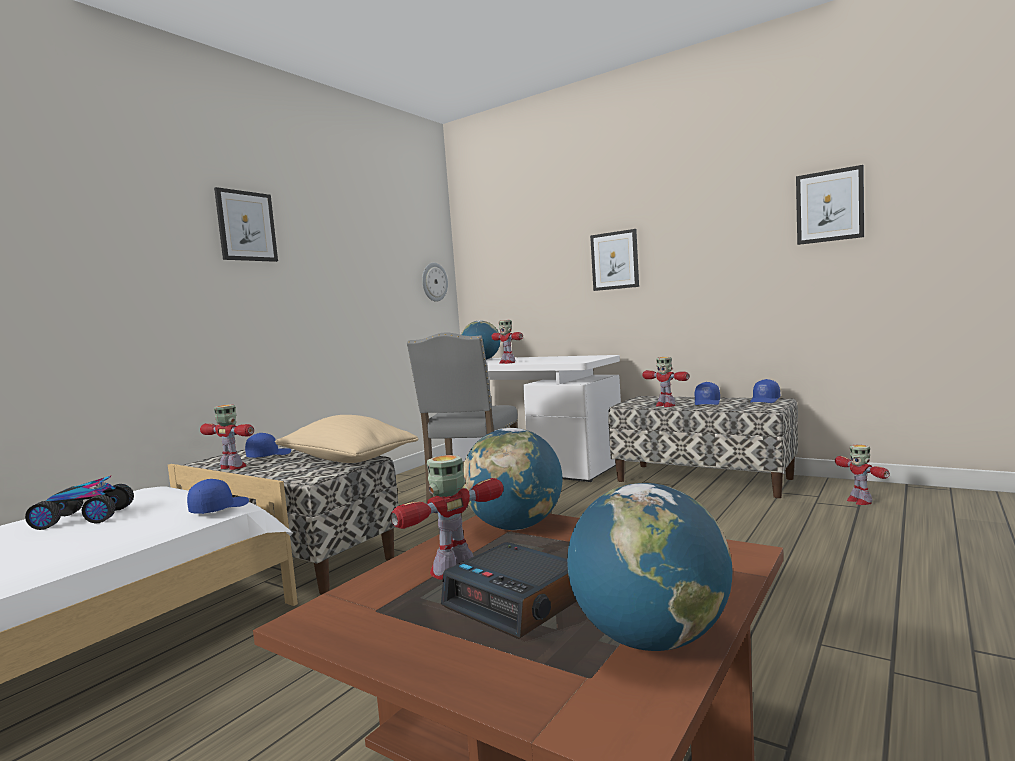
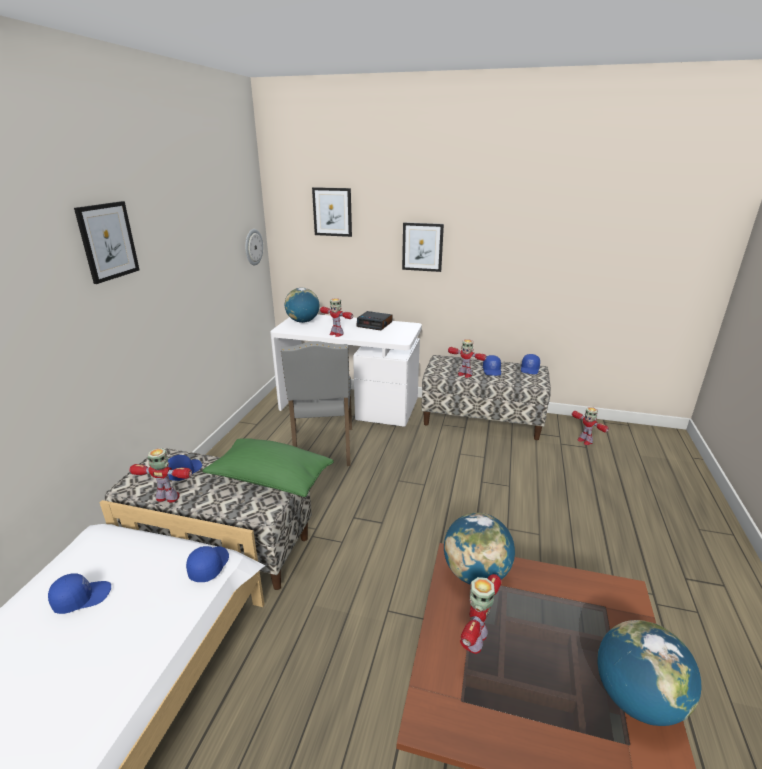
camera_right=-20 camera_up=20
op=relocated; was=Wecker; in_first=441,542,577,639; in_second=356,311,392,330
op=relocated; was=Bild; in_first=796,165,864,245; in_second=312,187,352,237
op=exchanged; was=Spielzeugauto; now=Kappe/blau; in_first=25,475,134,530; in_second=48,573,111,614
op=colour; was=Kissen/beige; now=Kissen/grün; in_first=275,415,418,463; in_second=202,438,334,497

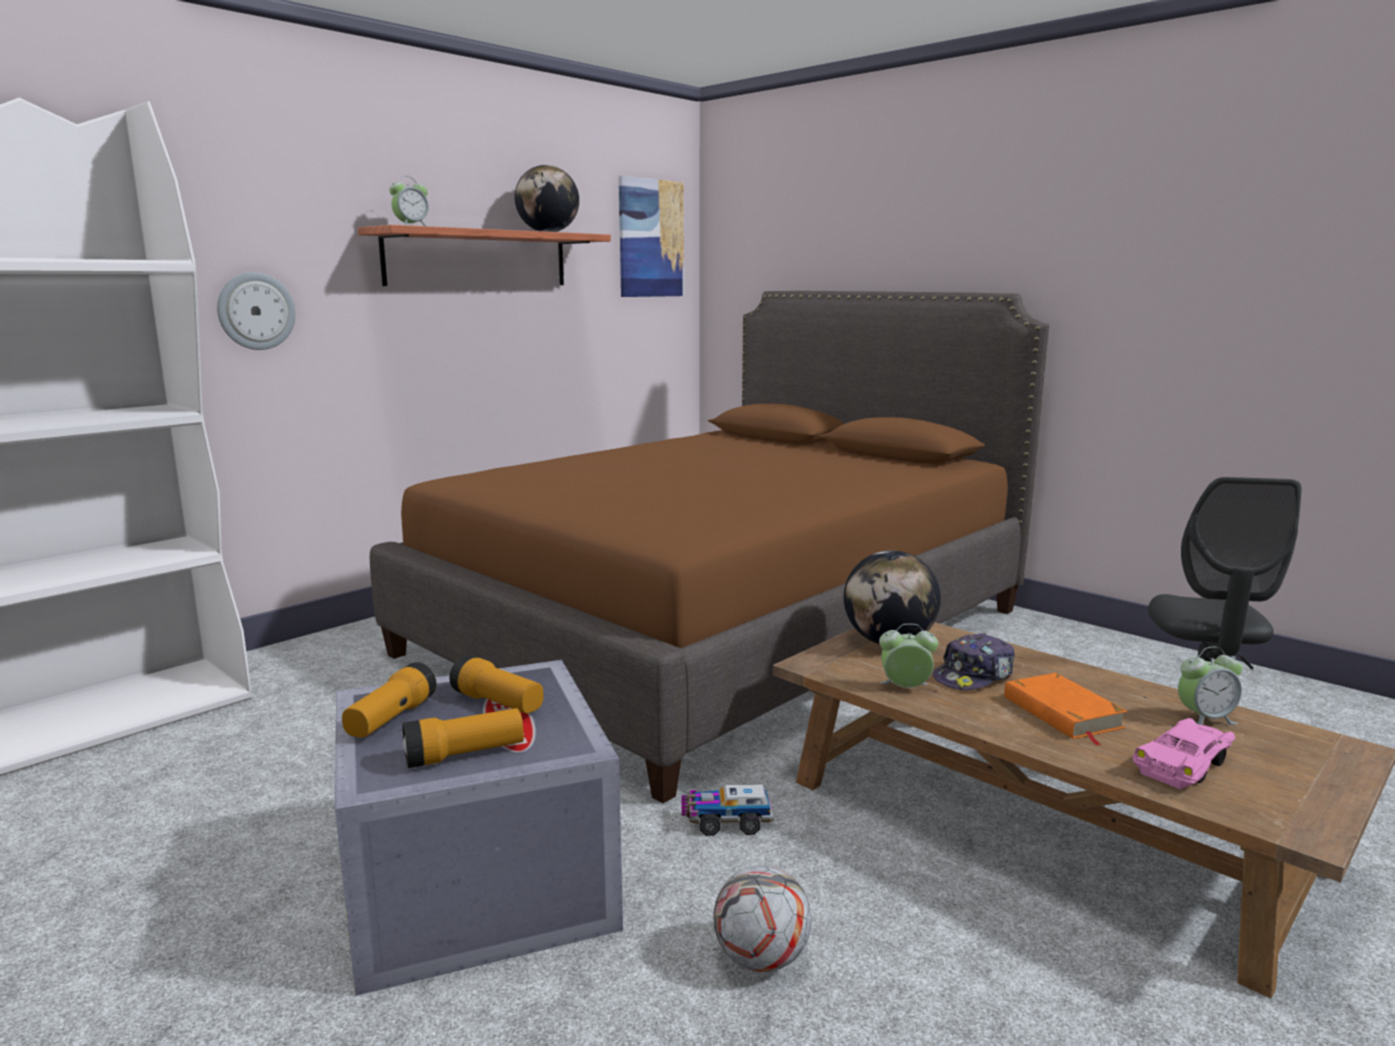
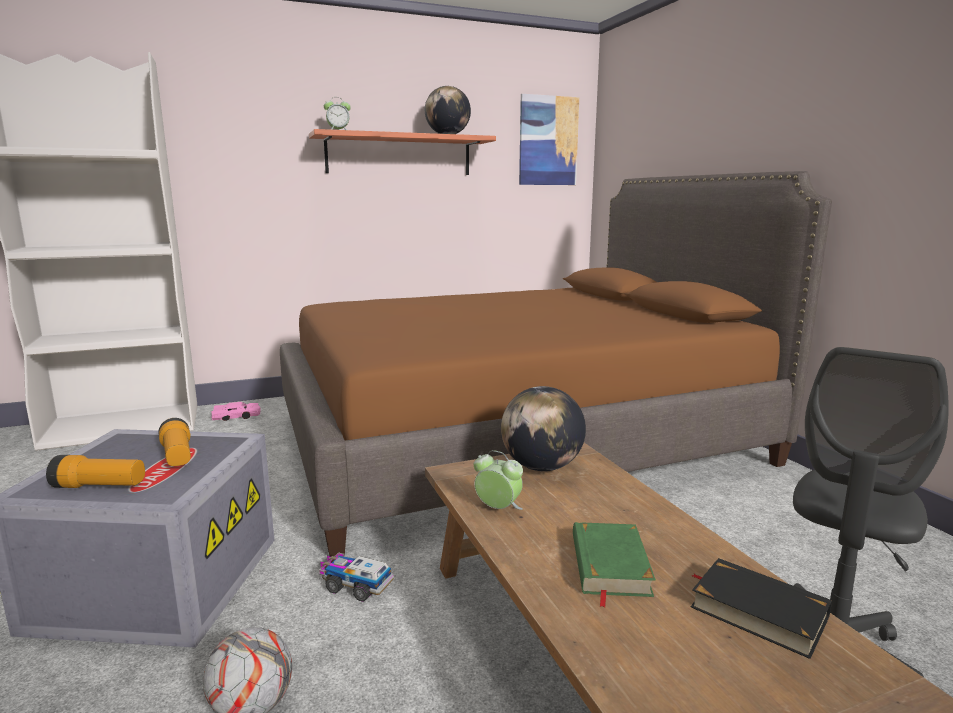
camera_right=25 camera_up=0
op=missing; was=Wanduhr; in_first=217,272,296,350
op=missing; was=Taschenlampe; in_first=342,662,437,738
op=missing; was=Kappe; in_first=933,633,1015,690
op=relocated; was=Spielzeugauto/rosa; in_first=1132,718,1235,789; in_second=211,402,261,421
op=exchanged; was=Wecker; now=Buch/schwarz; in_first=1178,647,1242,725; in_second=691,558,832,659
op=colour; was=Buch/orange; now=Buch/grün; in_first=1004,673,1128,746; in_second=573,522,656,608

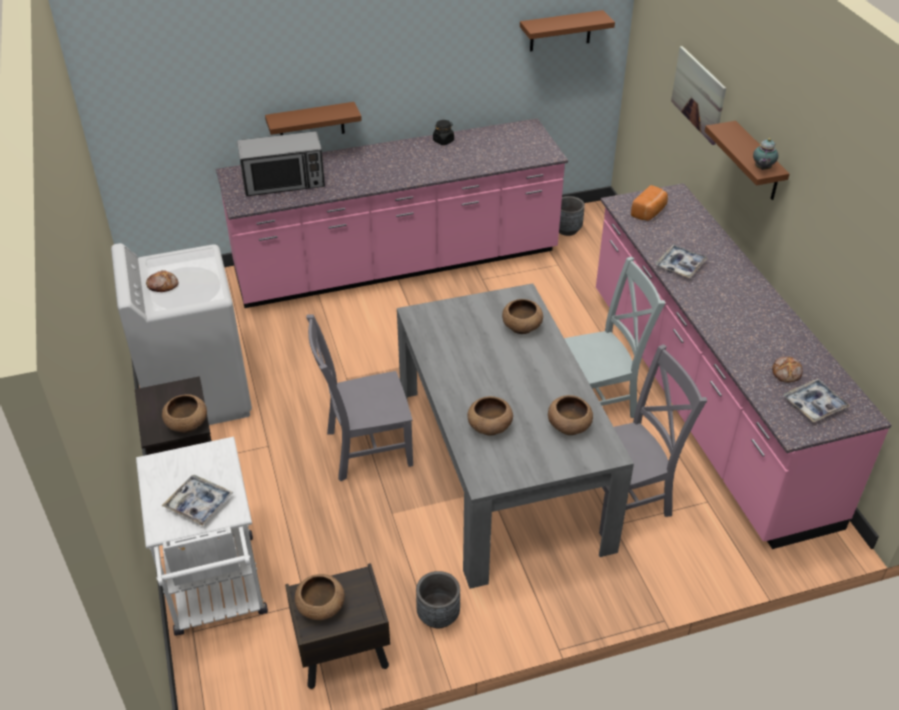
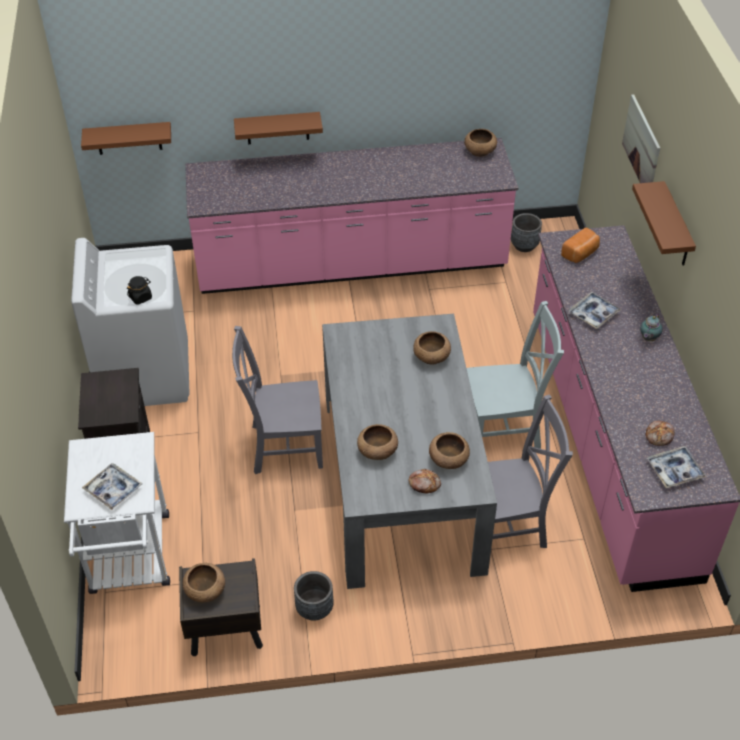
camera_right=10 camera_up=5
op=missing; was=Mikrowelle; in_first=237,131,325,196
op=relocated; was=Brot; in_first=146,270,178,292; in_second=409,469,441,494
op=relocated; was=Schüssel/braun; in_first=162,394,207,433; in_second=464,129,497,157
op=relocated; was=Vorratsglas/schwarz; in_first=433,120,454,145; in_second=127,276,152,305
op=relocated; was=Wandregal/braun; in_first=520,10,615,51; in_second=81,122,171,155
op=relocated; was=Teekanne; in_first=753,138,778,170; in_second=640,313,663,341

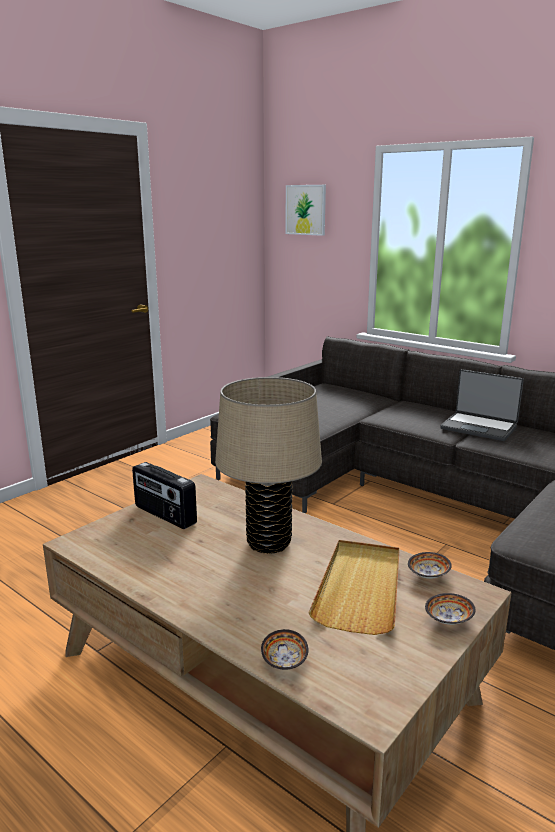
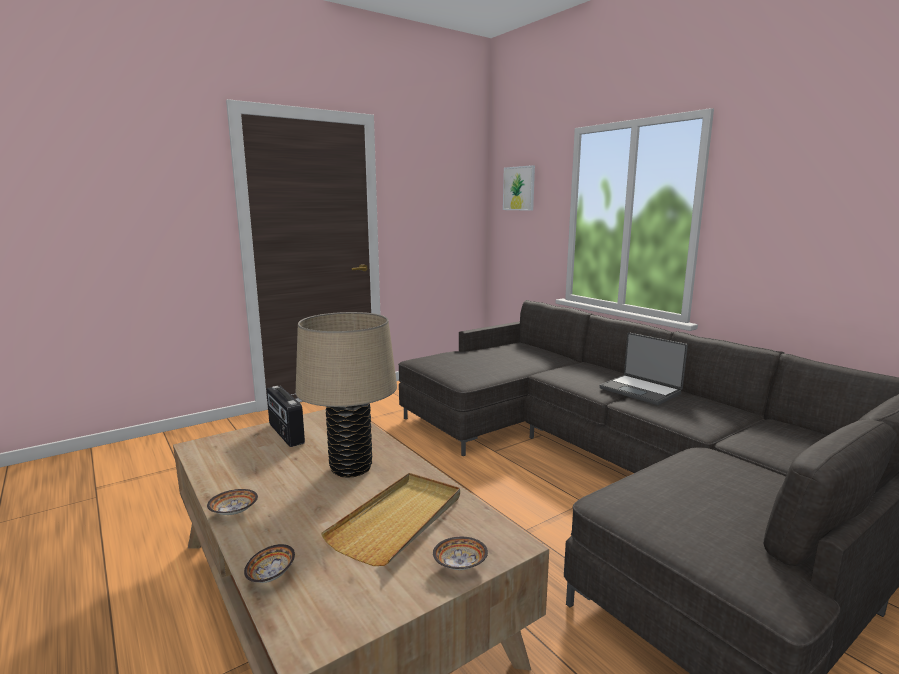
camera_right=15 camera_up=-5
op=relocated; was=Schüssel; in_first=408,552,452,579; in_second=207,489,258,515

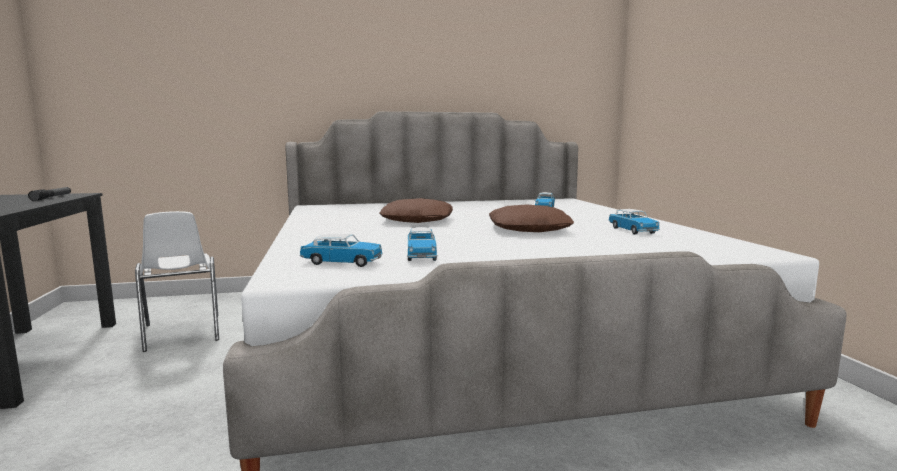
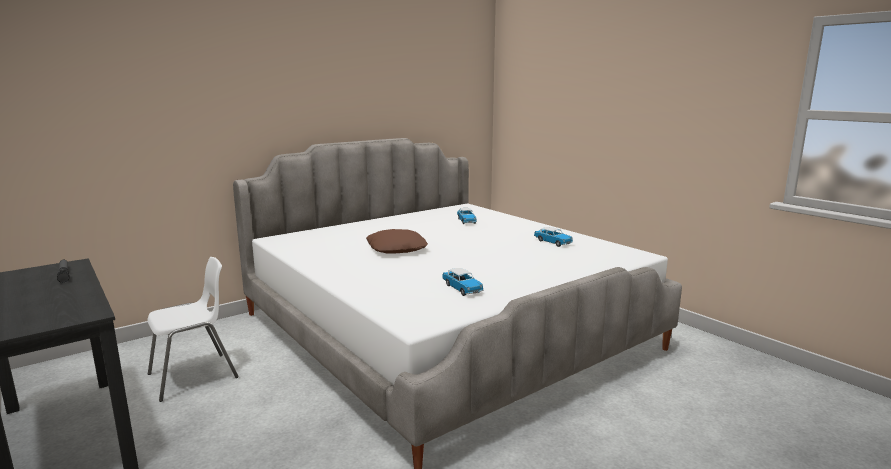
camera_right=-25 camera_up=5
op=missing; was=Spielzeugauto; in_first=300,234,383,267
op=missing; was=Kissen/braun; in_first=489,204,574,232
op=spun; was=Stuhl/weiß; in_first=135,211,219,352; in_second=147,257,239,402; clockwise=-75

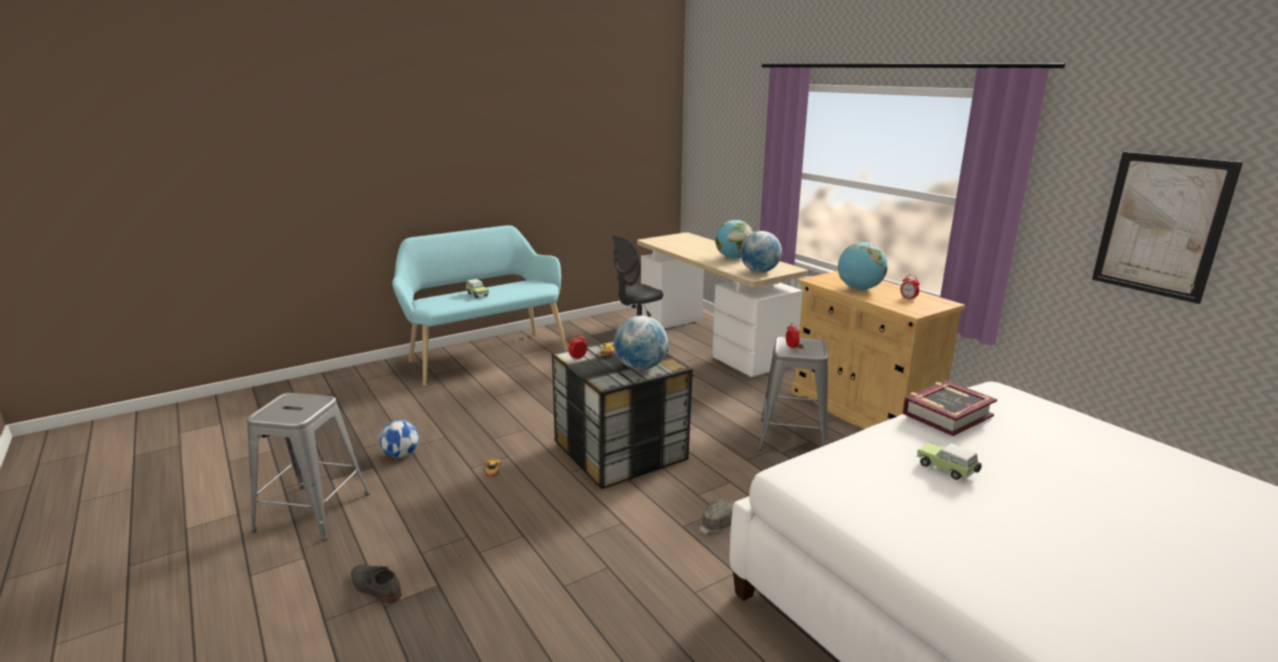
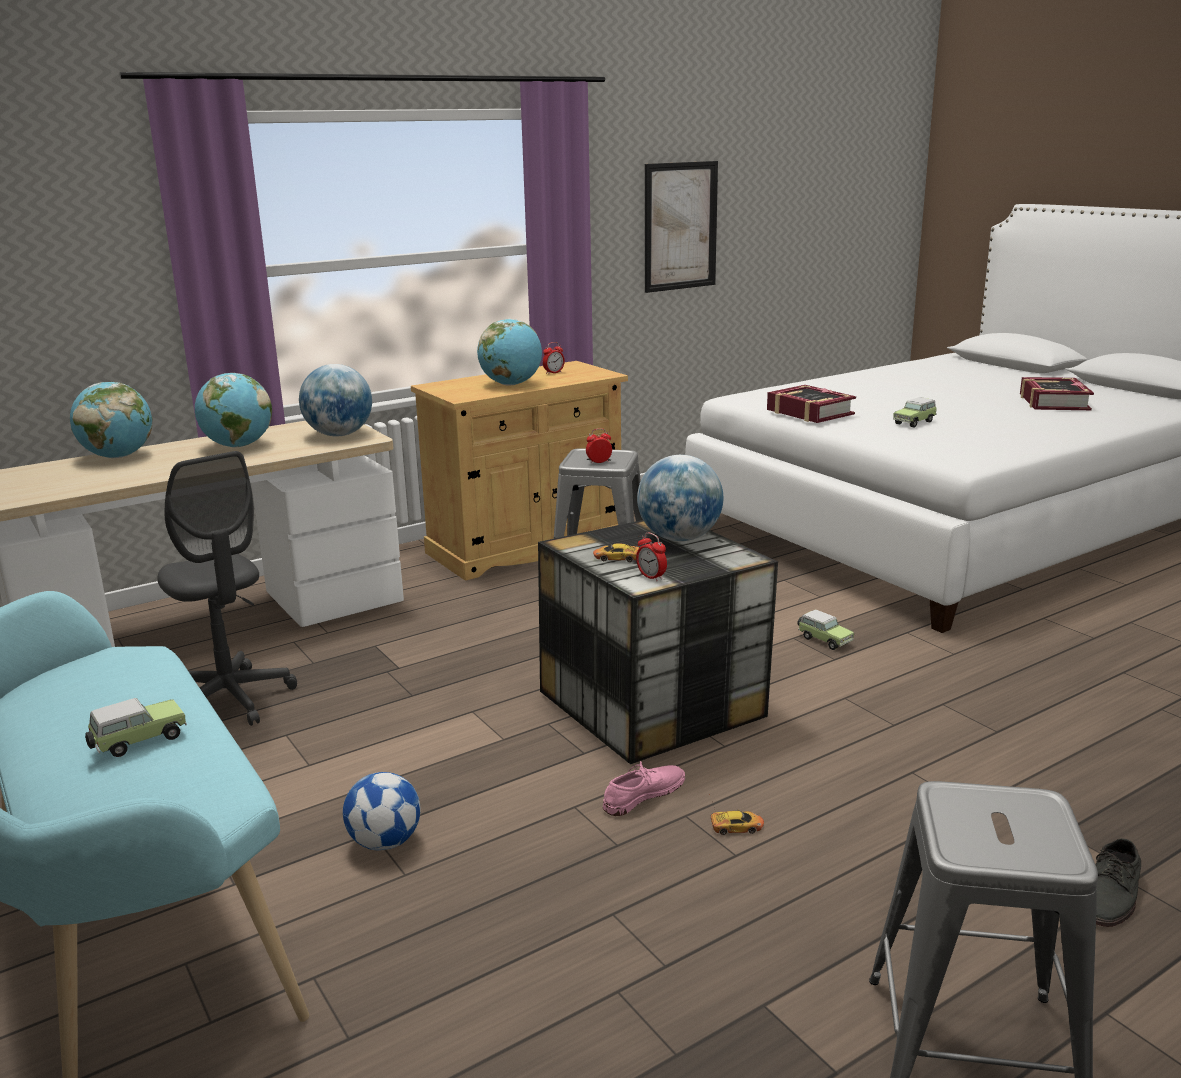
camera_right=-90 camera_up=0
op=appeared; now=Globus; in_second=70,382,153,458
op=appeared; now=Schuh/rosa; in_second=603,761,685,816
op=appeared; now=Buch; in_second=1020,377,1094,410
op=relocated; was=Fußball; in_first=379,420,419,458; in_second=343,772,421,850
op=exchanged; was=Kappe/grau; now=Spielzeugauto; in_first=697,499,733,536; in_second=797,610,854,650

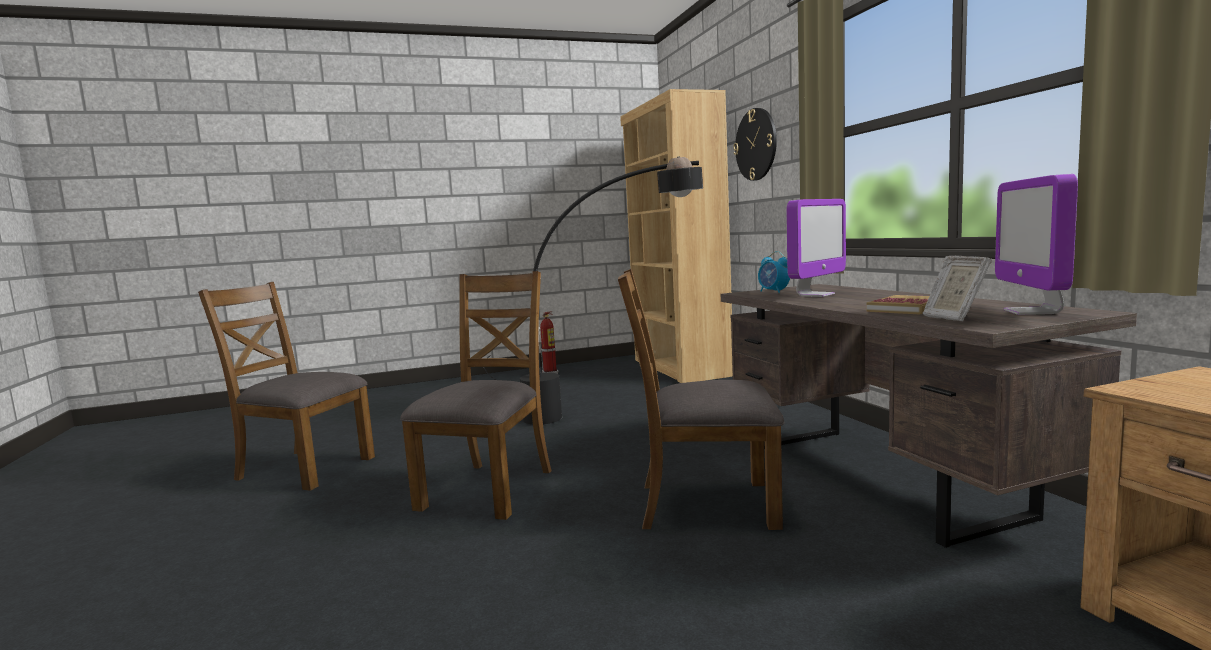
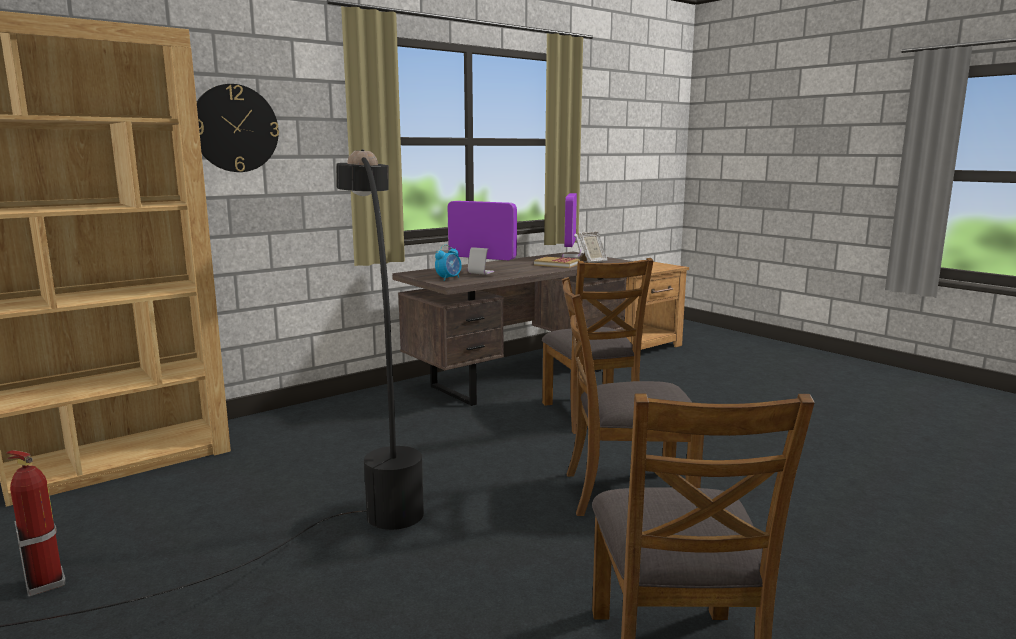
camera_right=-110 camera_up=5
op=spun; was=Monitor; in_first=995,174,1078,315; in_second=562,193,582,258; clockwise=105

